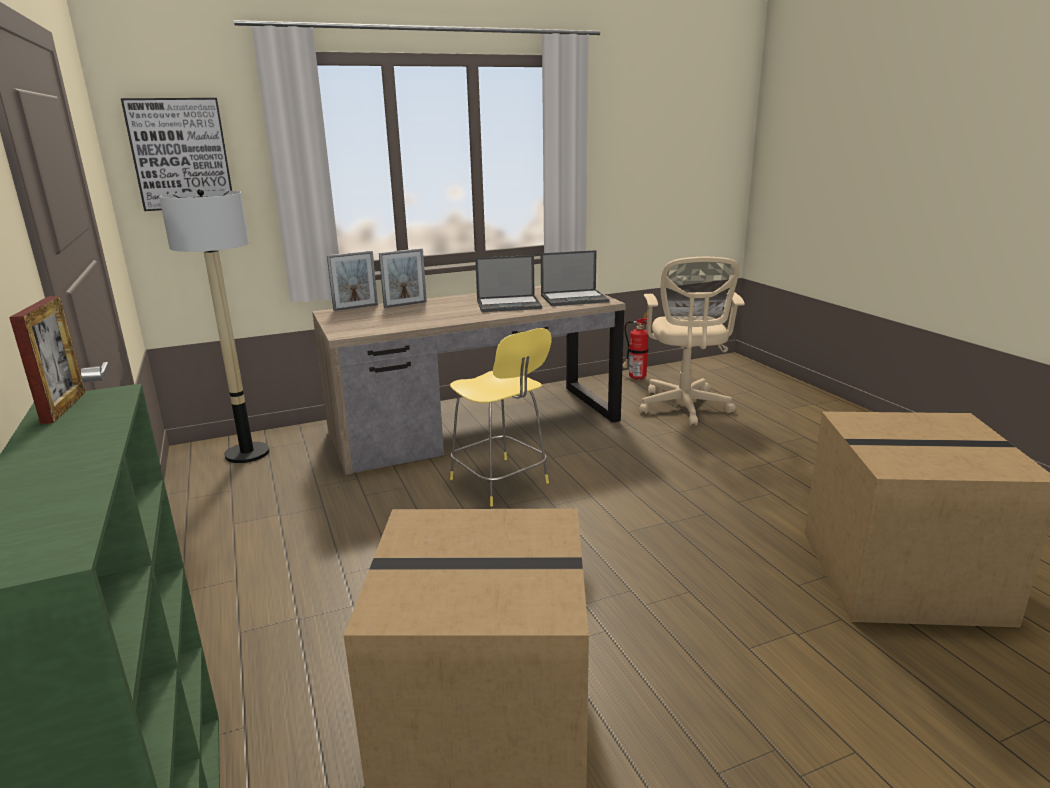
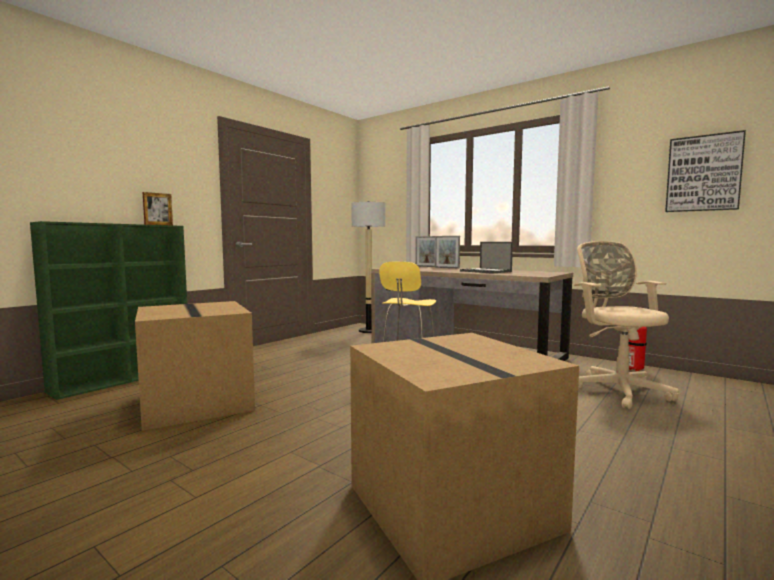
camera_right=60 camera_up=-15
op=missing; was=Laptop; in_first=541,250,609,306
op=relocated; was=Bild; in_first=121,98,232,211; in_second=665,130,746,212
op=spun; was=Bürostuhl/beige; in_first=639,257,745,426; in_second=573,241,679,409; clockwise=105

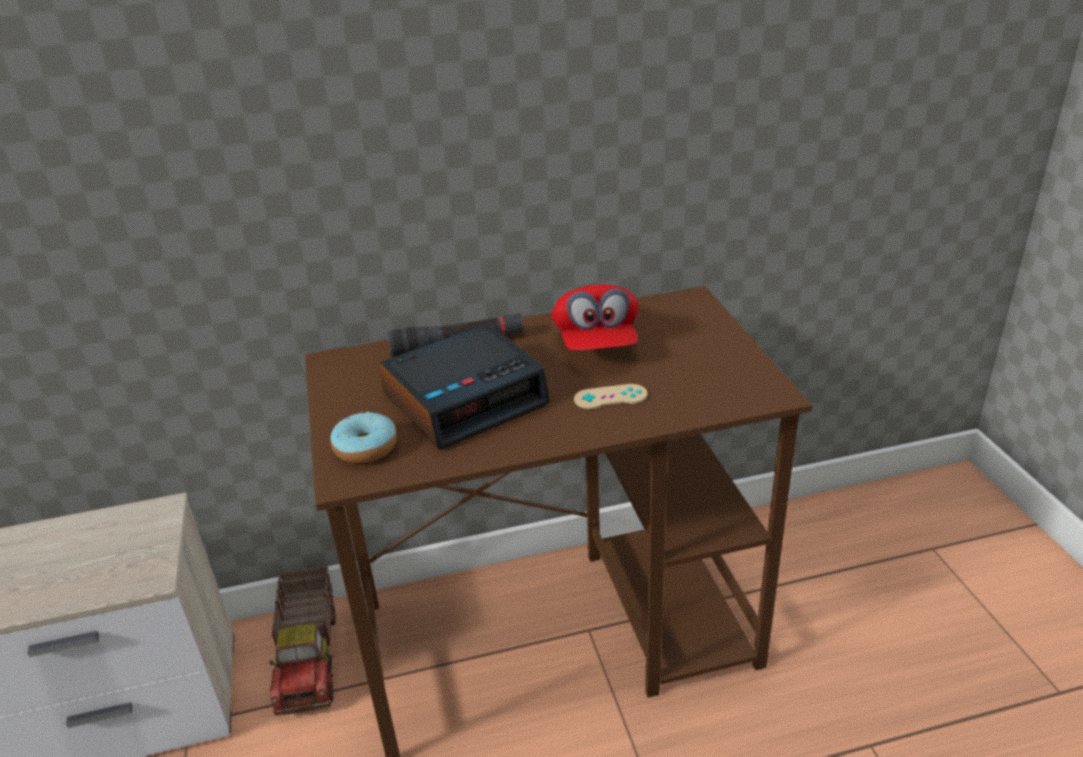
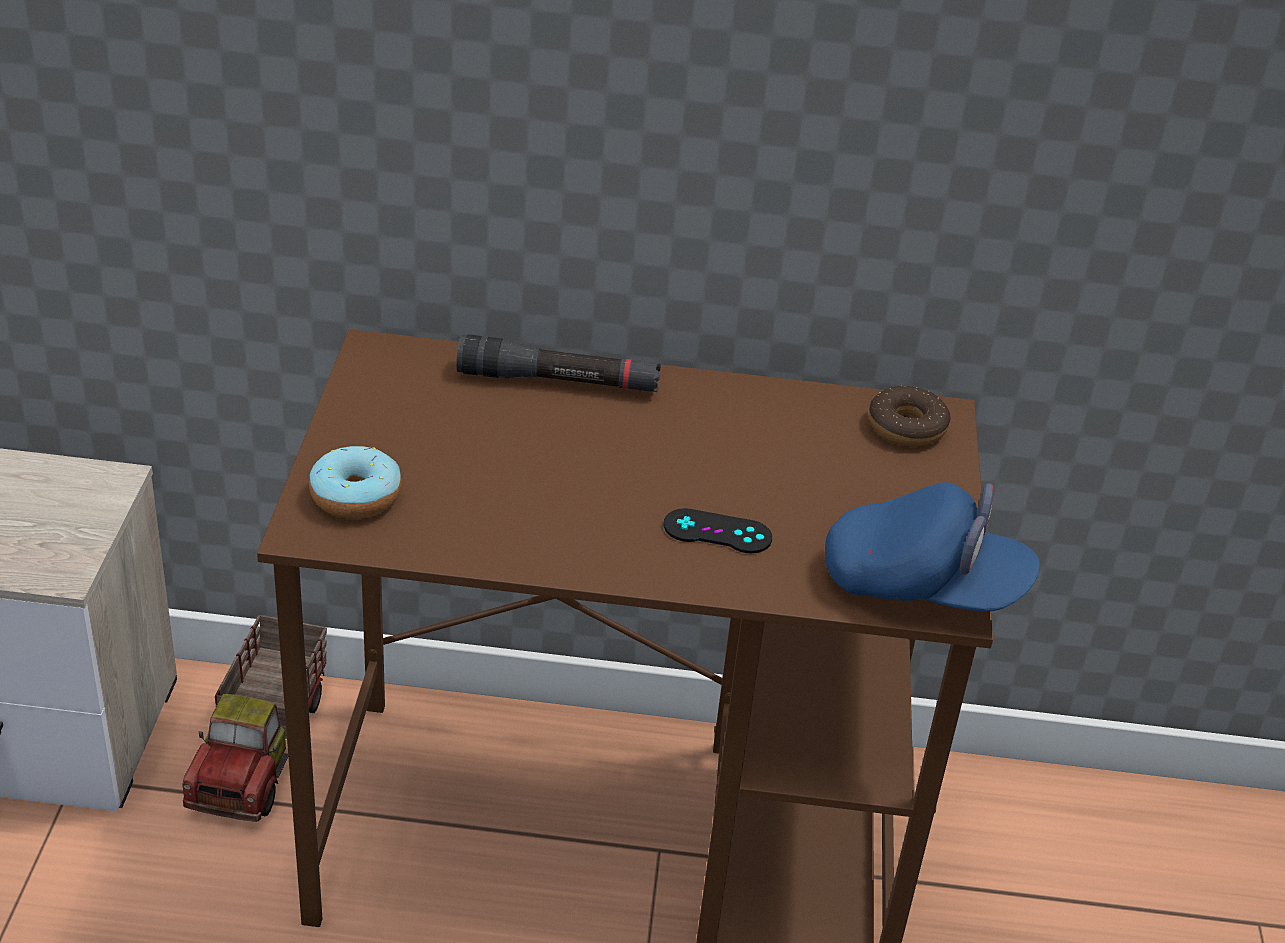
camera_right=15 camera_up=5
op=missing; was=Wecker; in_first=378,324,550,449
op=missing; was=Kappe/rot; in_first=551,284,639,350
op=appeared; now=Kappe/blau; in_second=825,482,1040,612
op=appeared; now=Donut; in_second=869,386,951,447
op=colour; was=Gamepad/beige; now=Gamepad/schwarz; in_first=574,384,647,409; in_second=663,508,772,553

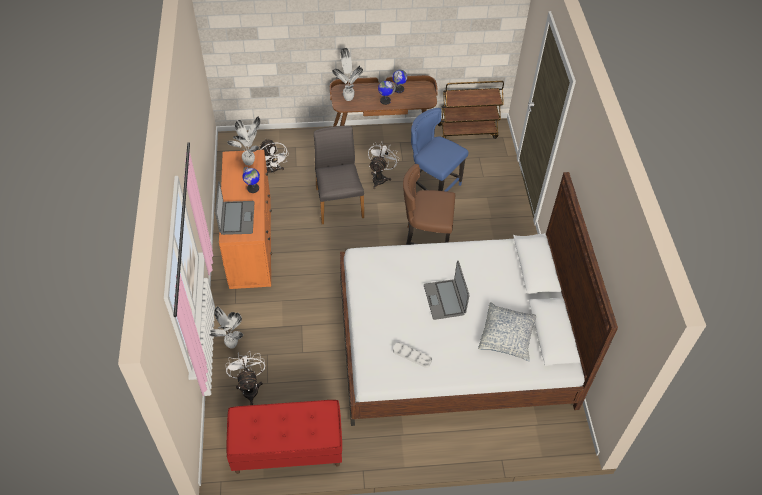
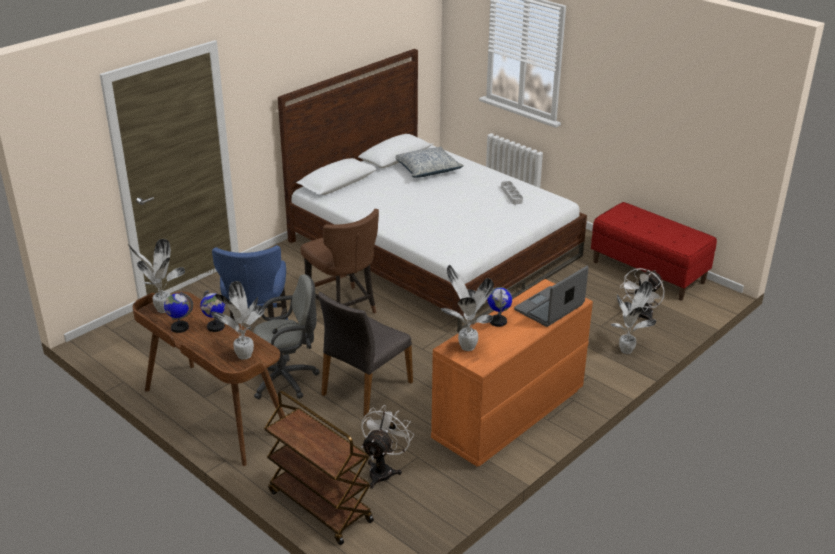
camera_right=-130 camera_up=-20
op=missing; was=Laptop; in_first=424,260,470,320
op=appeared; now=Topfpflanze; in_second=128,239,185,313
op=relocated; was=Rollwagen/braun; in_first=438,81,504,139; in_second=264,390,374,545
op=exchanged; was=Ventilator/weiß; now=Bürostuhl/grau; in_first=368,141,398,189; in_second=253,274,320,399

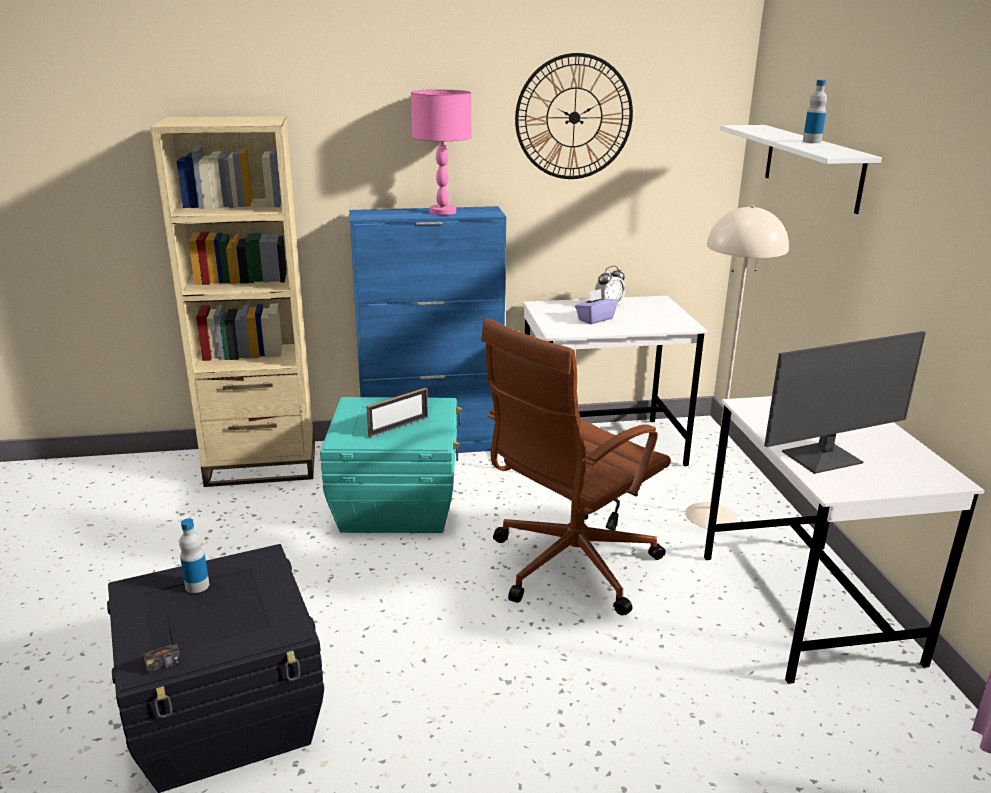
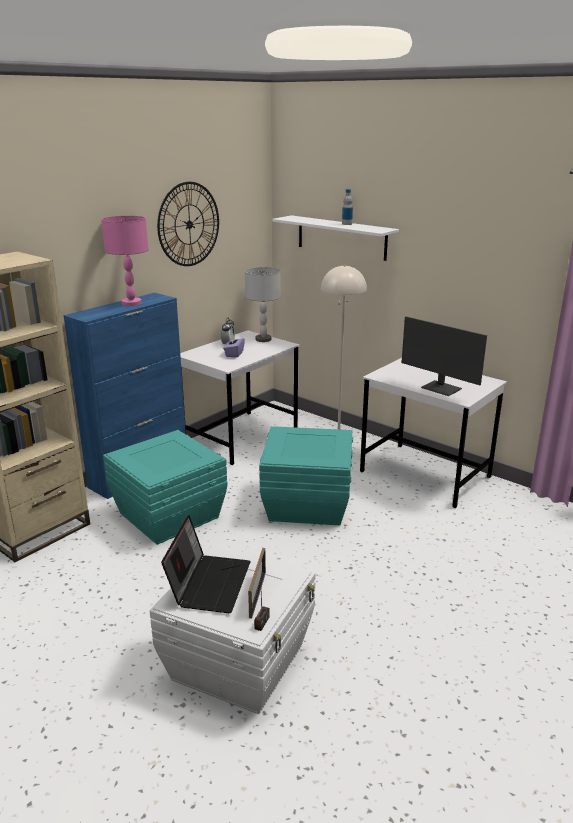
camera_right=-40 camera_up=0
op=appeared; now=Tischlampe/grau; in_second=245,267,281,342
op=relocated; was=Bilderrahmen; in_first=366,388,428,437; in_second=248,548,266,619
op=exchanged; was=Flasche; now=Laptop; in_first=179,518,209,593; in_second=161,515,251,613
op=exchanged; was=Bürostuhl/braun; now=Aufbewahrungsbox/türkis; in_first=481,318,671,615; in_second=259,426,353,525
op=colour; was=Aufbewahrungsbox/schwarz; now=Aufbewahrungsbox/weiß; in_first=107,544,324,793; in_second=149,543,316,714
op=spun; was=Monitor; in_first=764,331,926,474; in_second=402,317,487,396; clockwise=105

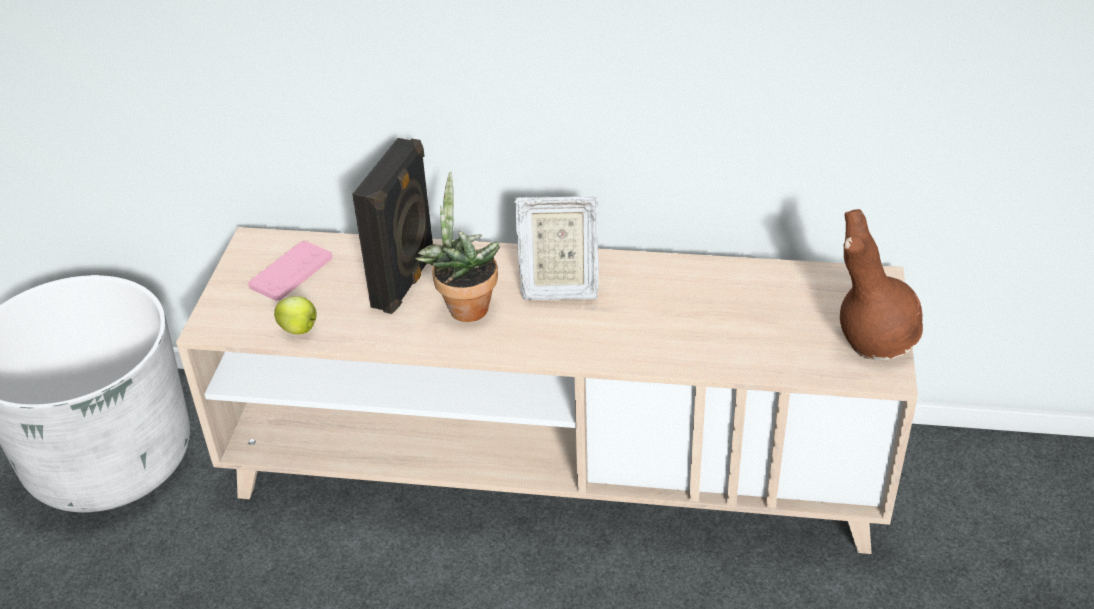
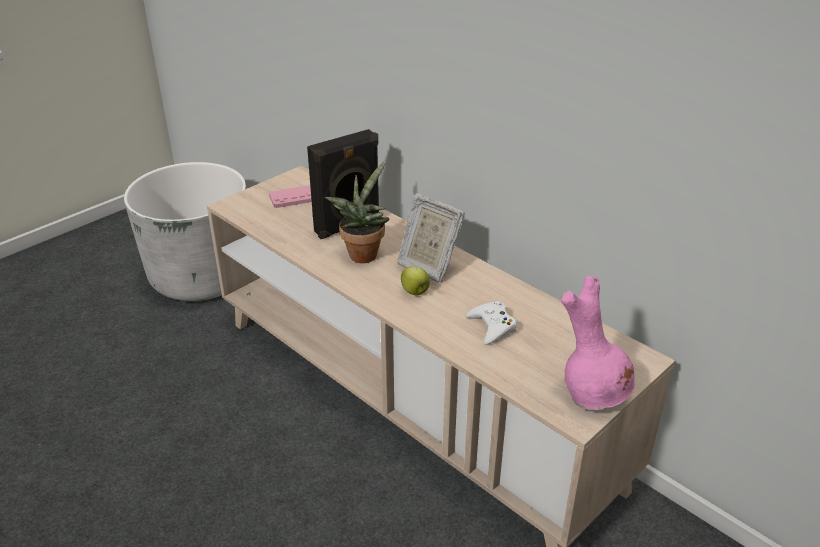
camera_right=35 camera_up=-5
op=appeared; now=Gamepad/weiß; in_second=466,301,517,345
op=relocated; was=Apfel; in_first=274,296,317,334; in_second=401,266,430,295
op=colour; was=Vase/braun; now=Vase/rosa; in_first=840,209,923,361; in_second=560,276,635,410

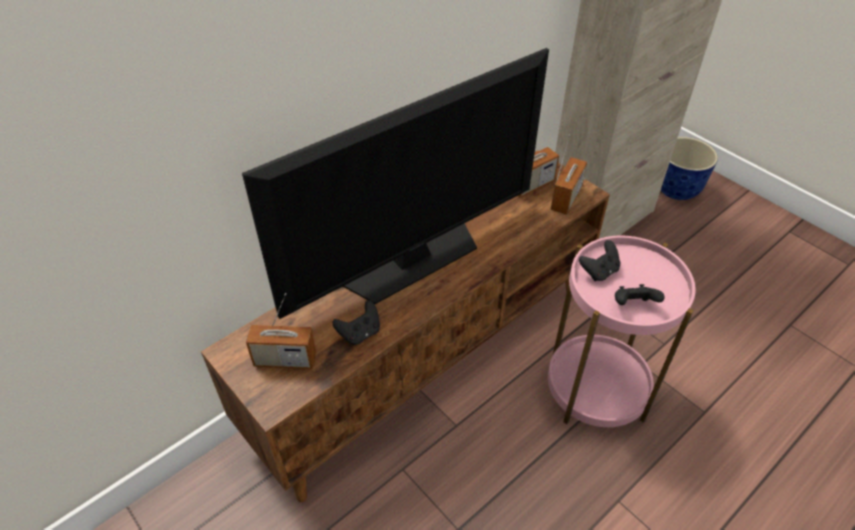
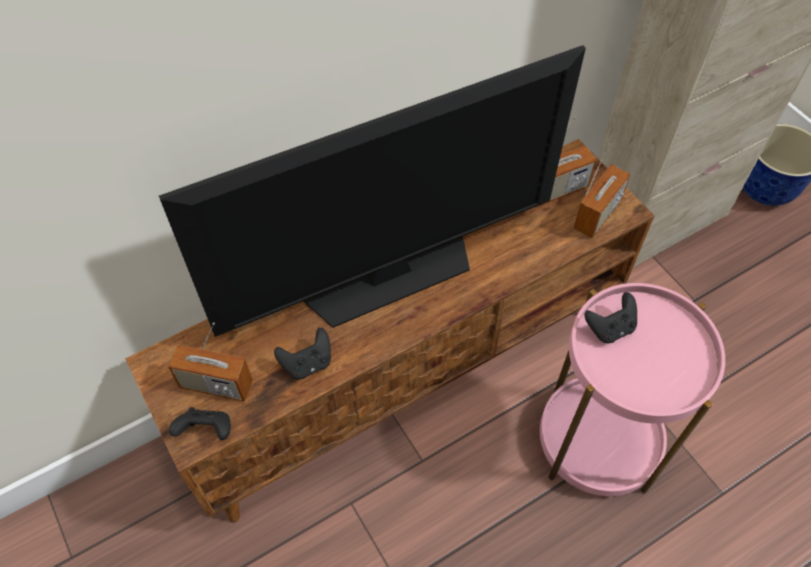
camera_right=10 camera_up=10
op=relocated; was=Gamepad/schwarz; in_first=615,284,665,305; in_second=169,407,231,440

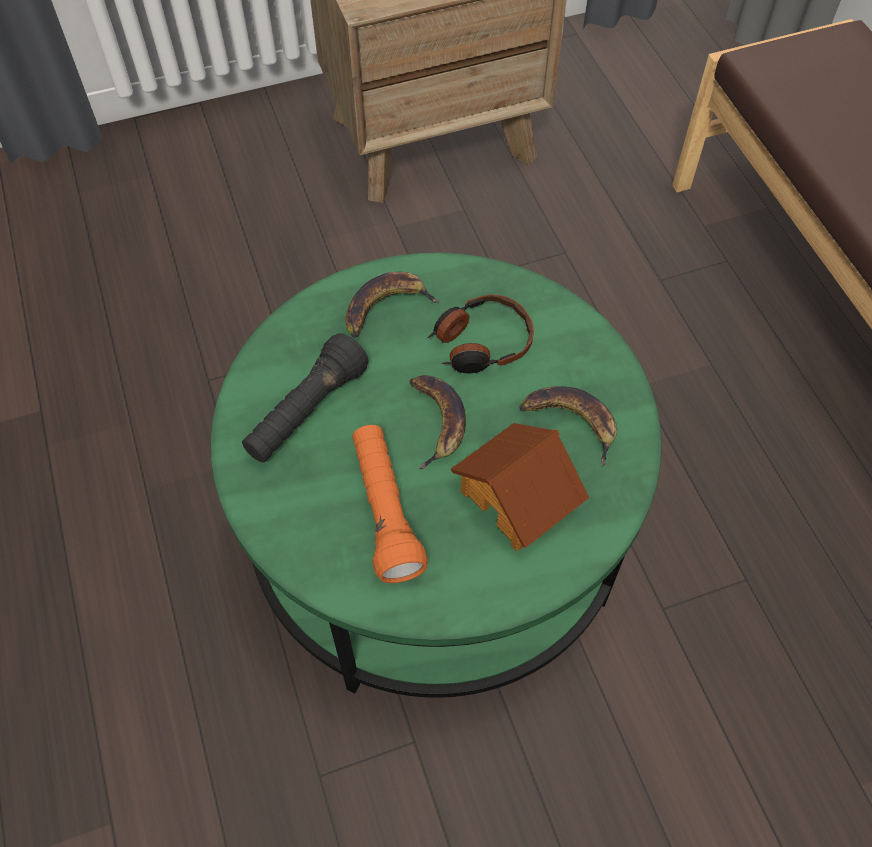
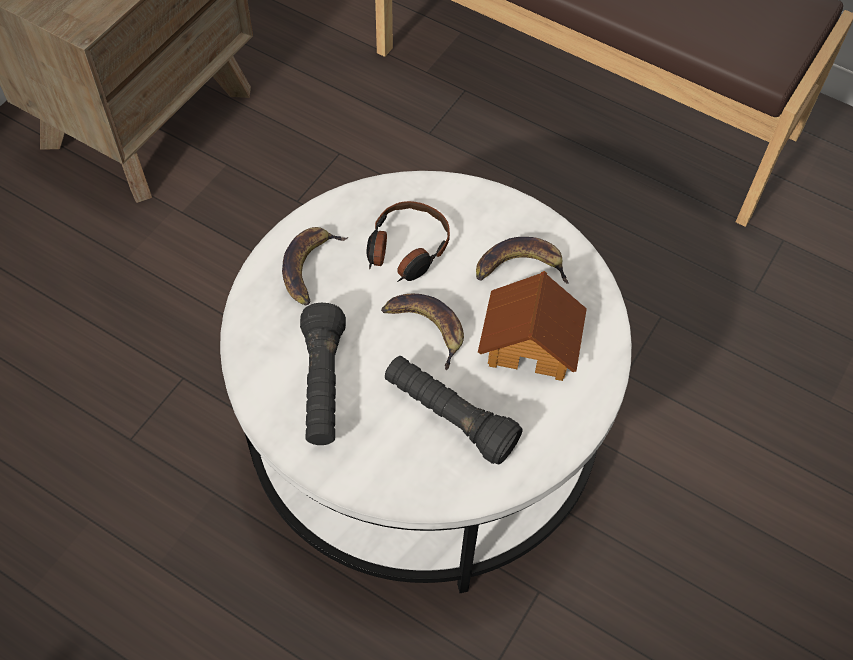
camera_right=-40 camera_up=0
op=colour; was=Couchtisch/grün; now=Couchtisch/weiß; in_first=210,252,662,698; in_second=220,171,632,593
op=colour; was=Taschenlampe/orange; now=Taschenlampe/schwarz; in_first=352,425,428,583; in_second=385,356,523,464

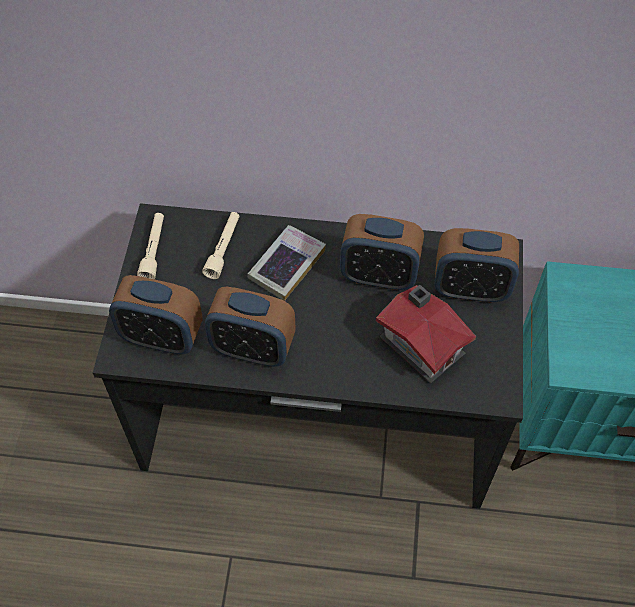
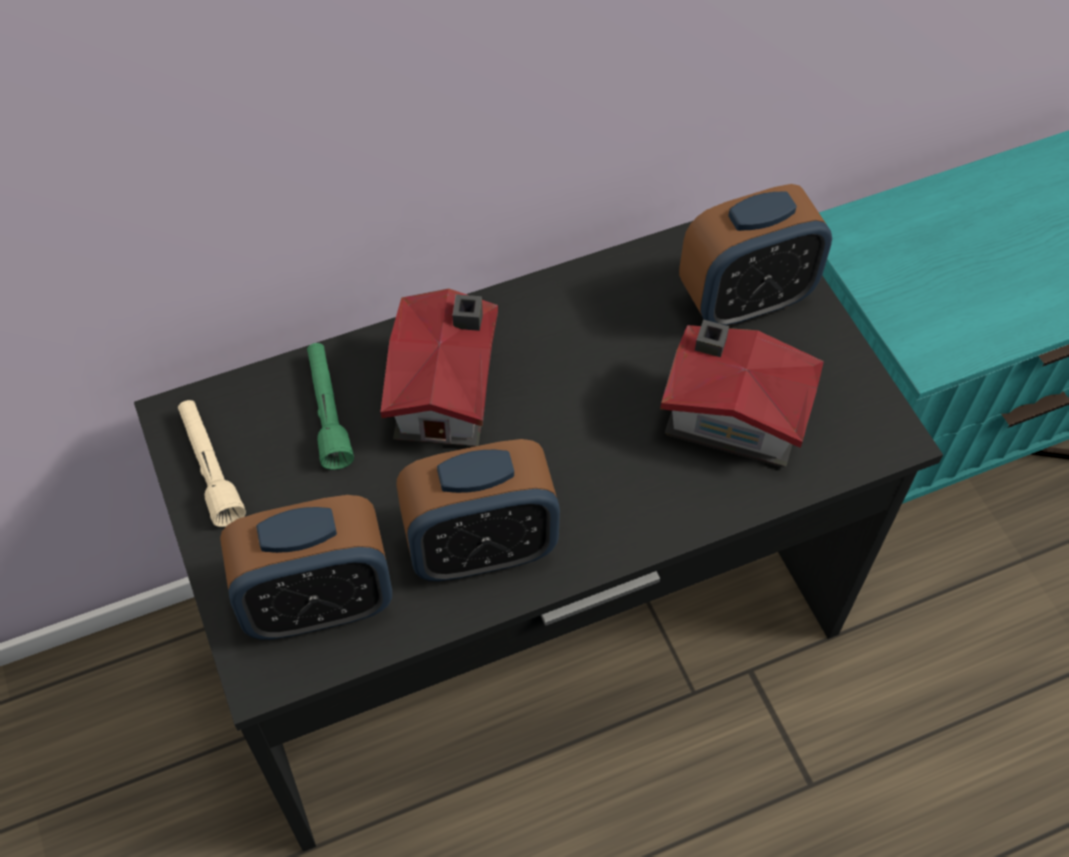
camera_right=-30 camera_up=0
op=missing; was=Wecker; in_first=340,214,424,290
op=exchanged; was=Buch; now=Spielzeughaus; in_first=247,225,326,301; in_second=380,288,498,447
op=colour; was=Taschenlampe/beige; now=Taschenlampe/grün; in_first=202,212,240,279; in_second=307,343,354,470

